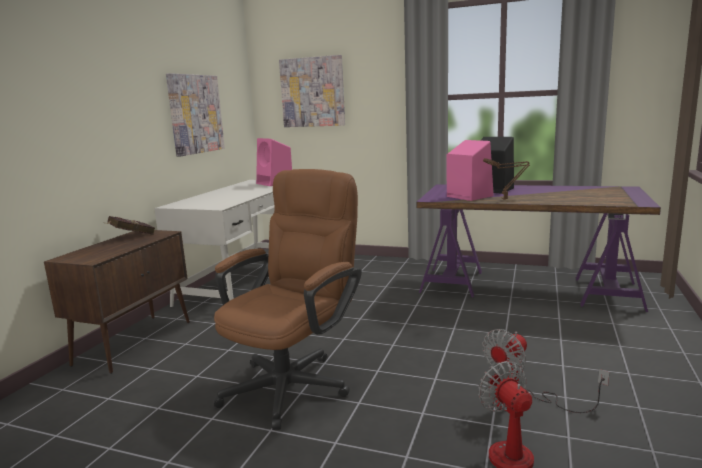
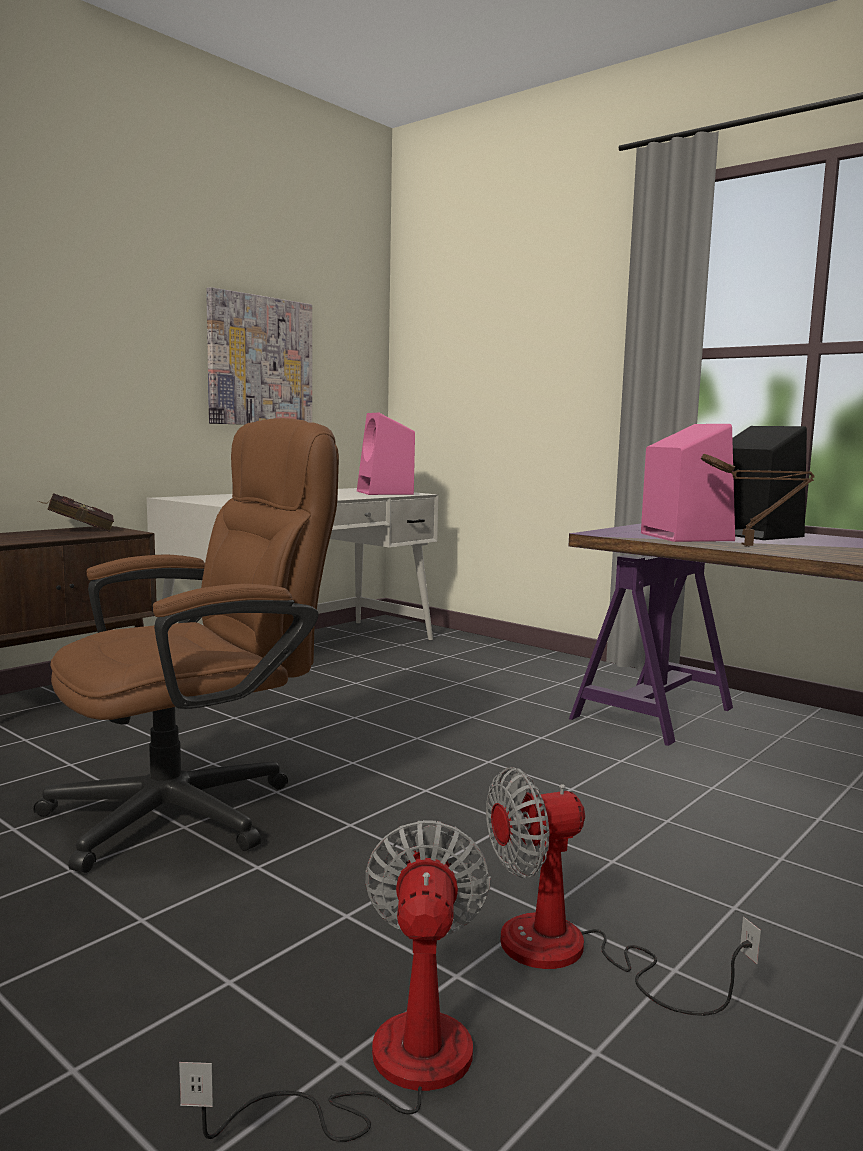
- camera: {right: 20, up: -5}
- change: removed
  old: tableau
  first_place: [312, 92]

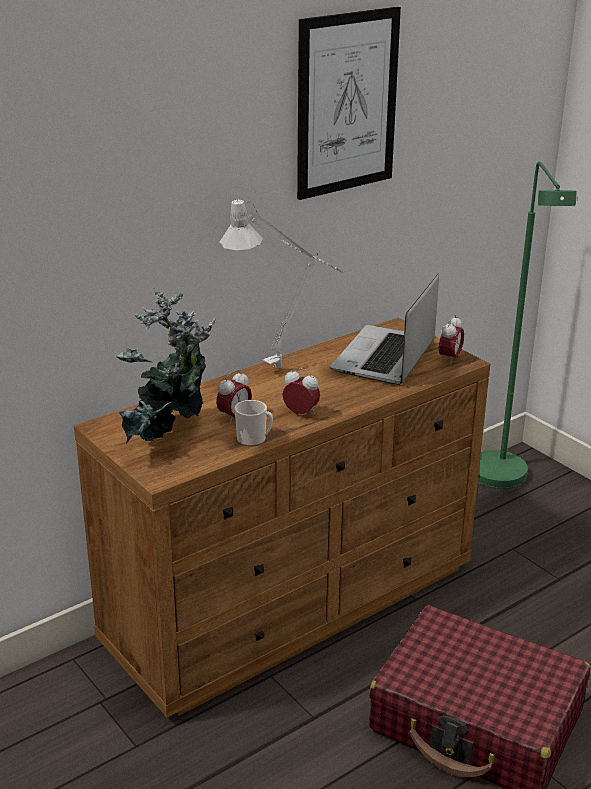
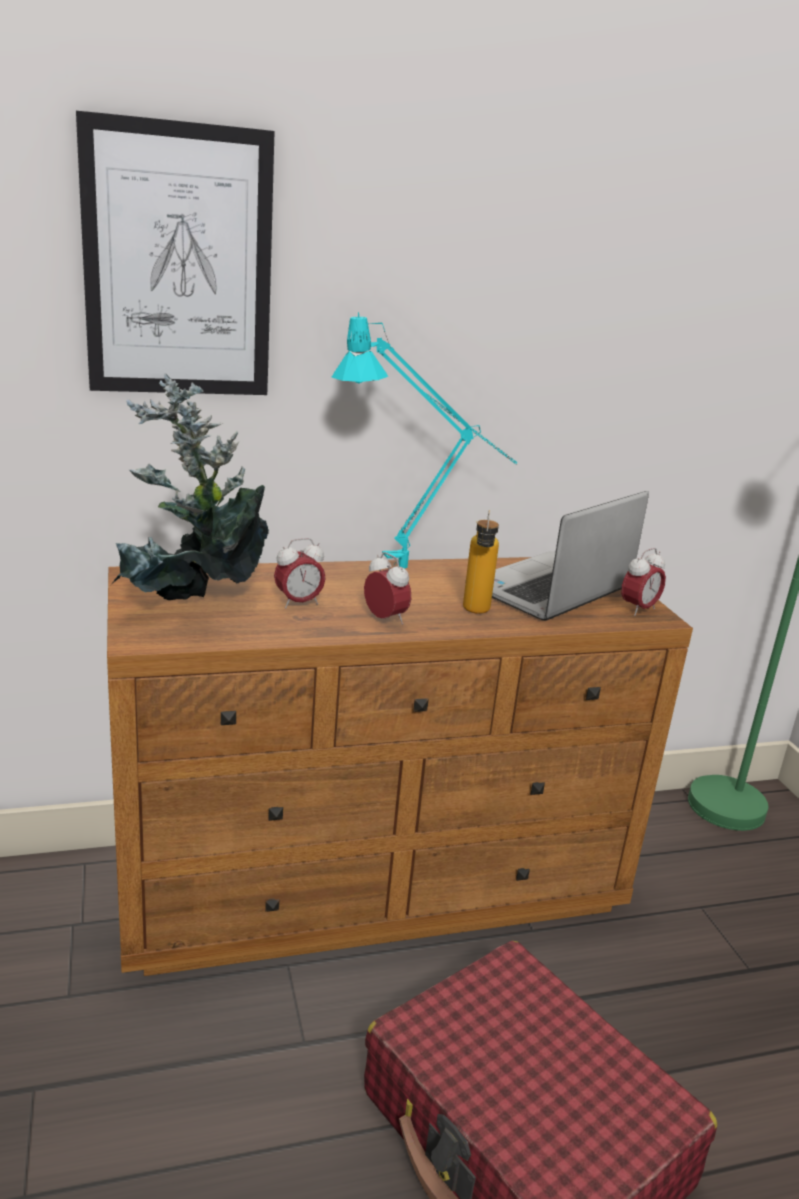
- camera: {right: 20, up: -5}
- change: moved
  old: tableau
  first_place: [347, 103]
  second_place: [179, 263]
- change: recoloured
  old: lampe de table [gris]
  new: lampe de table [turquoise]
  first_place: [286, 367]
  second_place: [414, 570]
- change: removed
  old: mug
  first_place: [254, 440]
- change: added
  new: bouteille
  second_place: [476, 613]

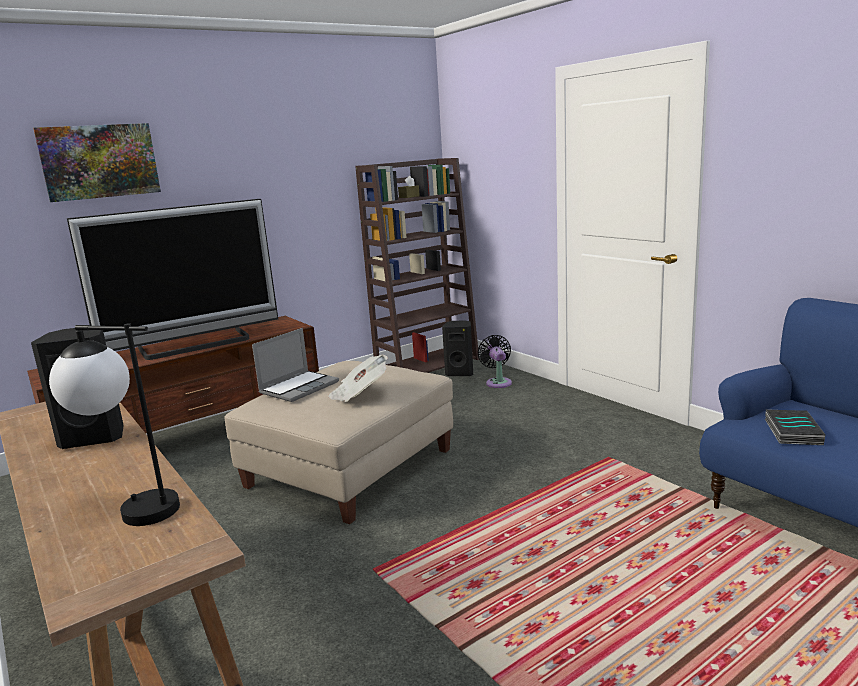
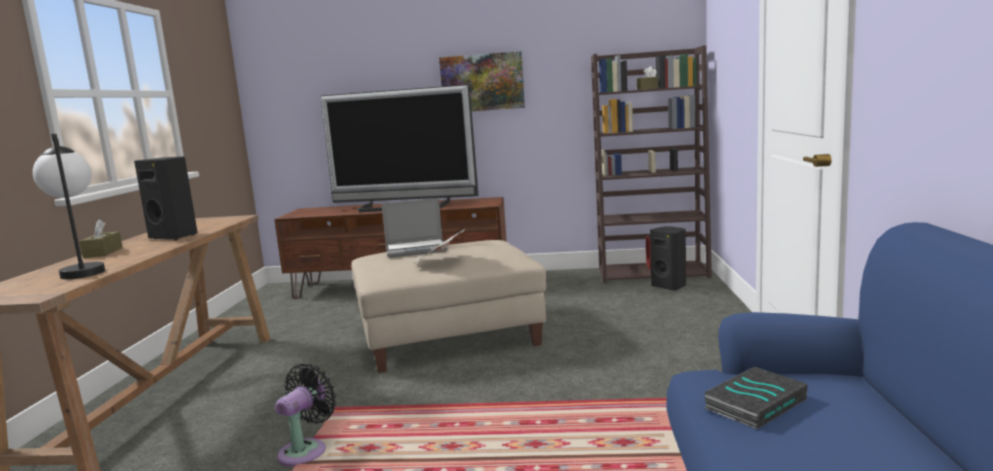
- camera: {right: 40, up: -5}
- change: moved
  old: tableau
  first_place: [99, 161]
  second_place: [482, 82]
- change: moved
  old: ventilateur [noir]
  first_place: [498, 382]
  second_place: [306, 450]
- change: added
  new: boîte à mouchoirs [marron]
  second_place: [103, 252]

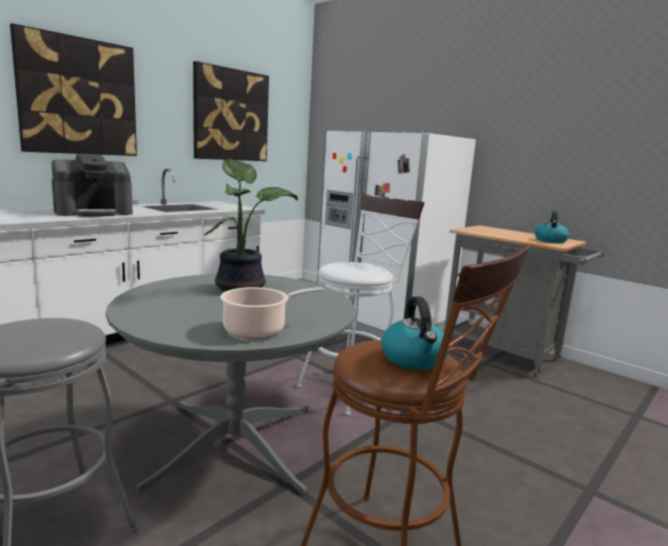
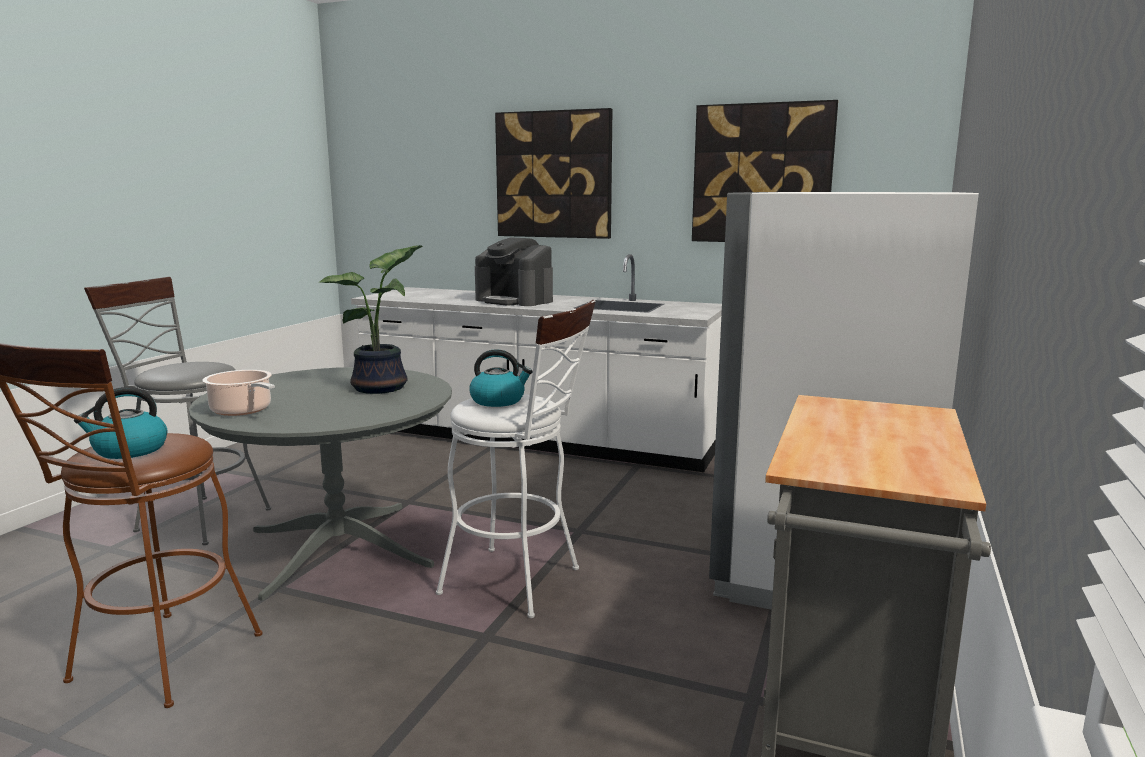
- camera: {right: 70, up: 0}
- change: moved
  old: bouilloire
  first_place: [550, 240]
  second_place: [498, 401]

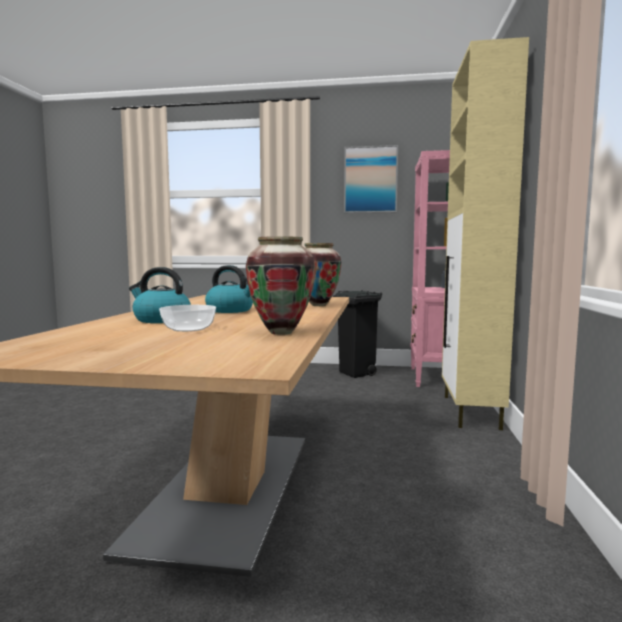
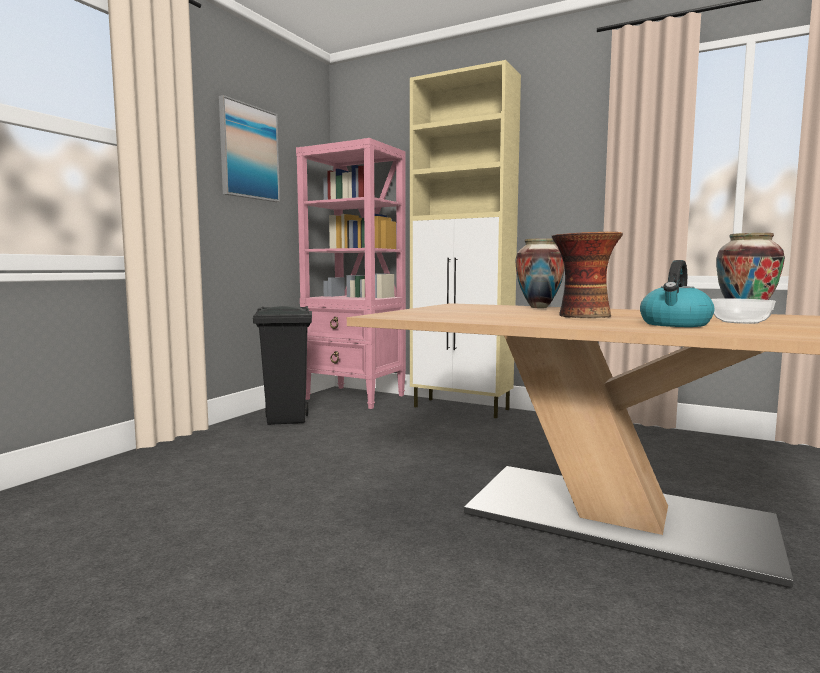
- camera: {right: -70, up: 0}
- change: replaced
  old: bouilloire
  new: vase
  first_place: [230, 310]
  second_place: [582, 316]

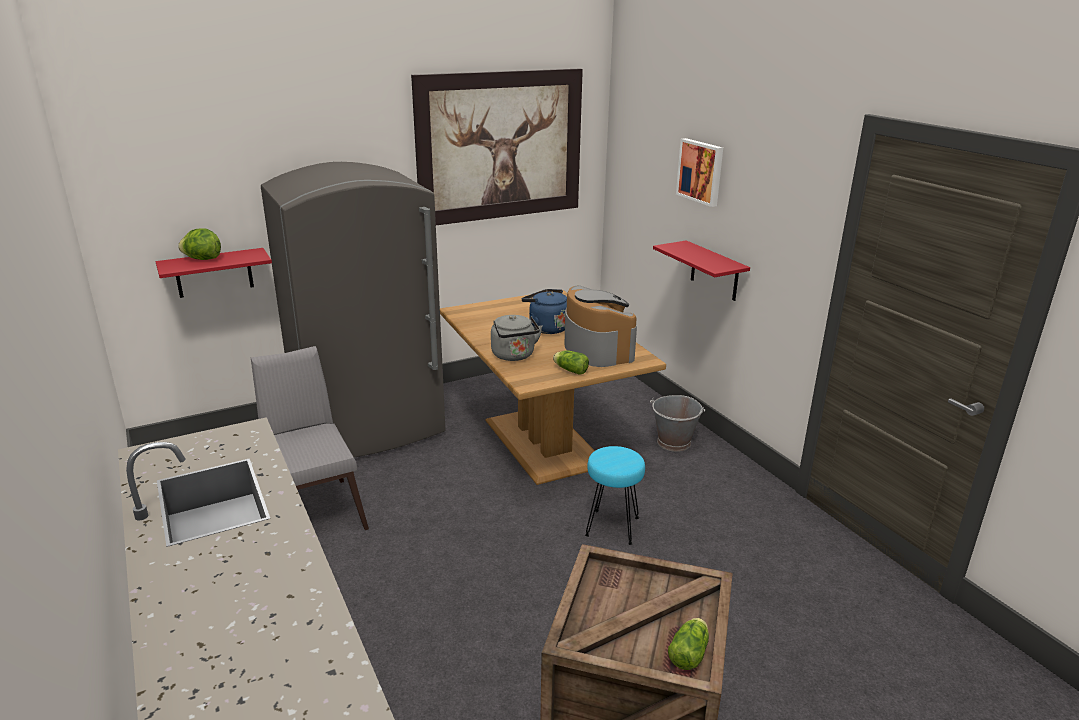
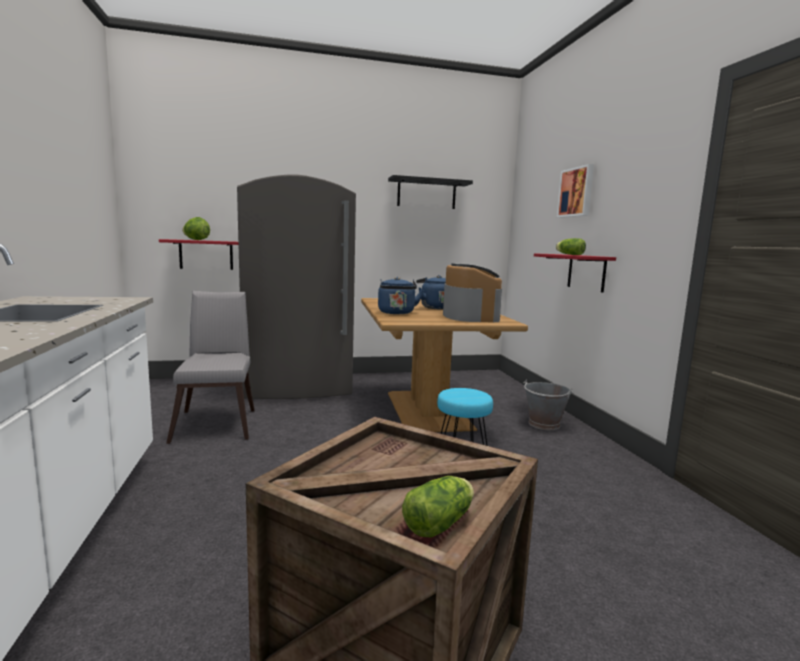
- camera: {right: 15, up: -15}
- change: replaced
  old: tableau
  new: étagère [noir]
  first_place: [500, 146]
  second_place: [426, 194]
- change: recoloured
  old: bouilloire [gris]
  new: bouilloire [bleu]
  first_place: [514, 356]
  second_place: [396, 313]
- change: moved
  old: laitue
  first_place: [570, 370]
  second_place: [569, 254]

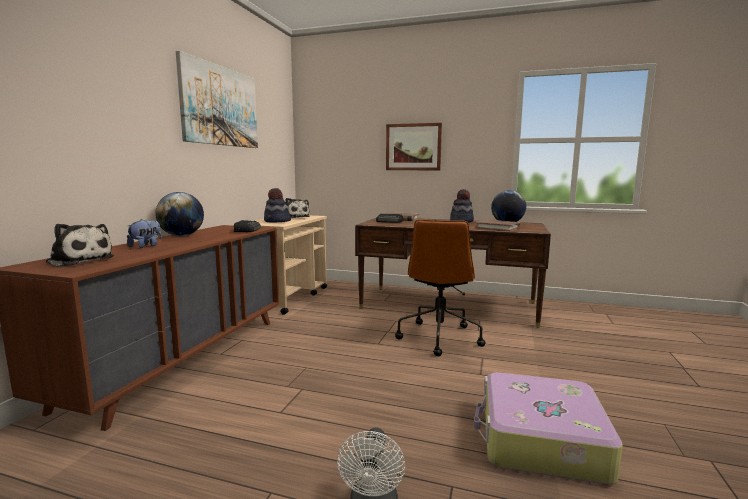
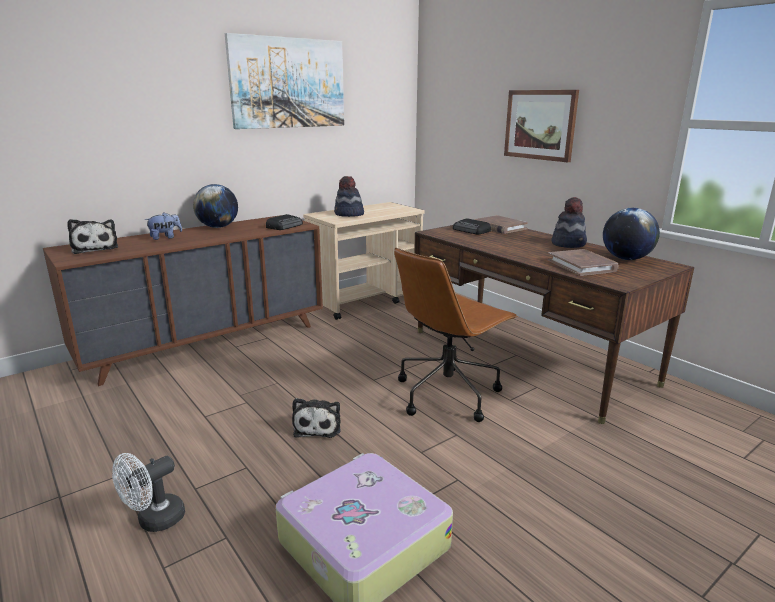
- camera: {right: 35, up: 10}
- change: moved
  old: peluche
  first_place: [295, 217]
  second_place: [318, 426]

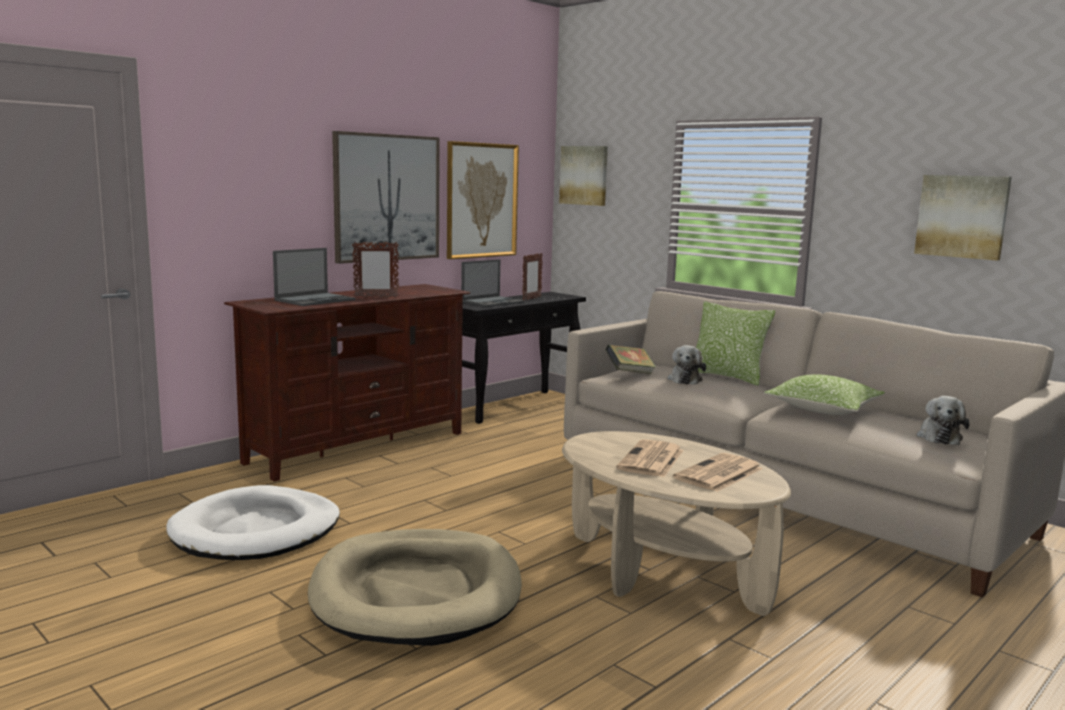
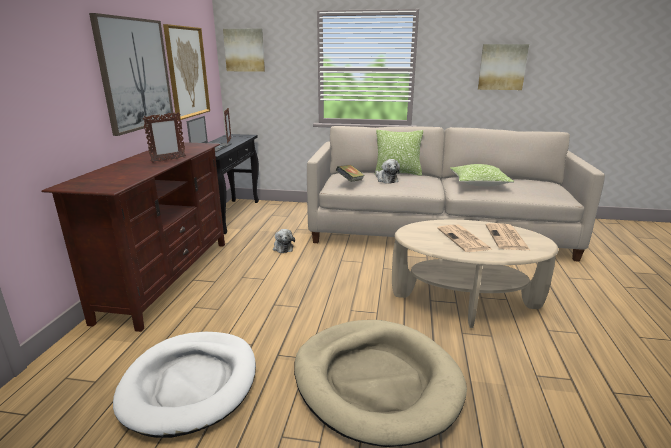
- camera: {right: -35, up: 10}
- change: removed
  old: ordinateur portable
  first_place: [315, 300]
- change: moved
  old: peluche
  first_place: [939, 437]
  second_place: [283, 247]

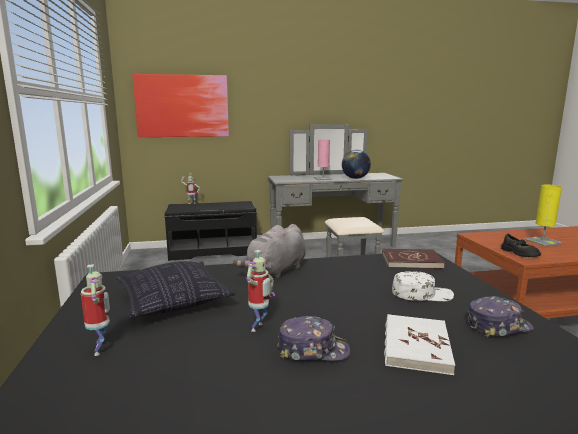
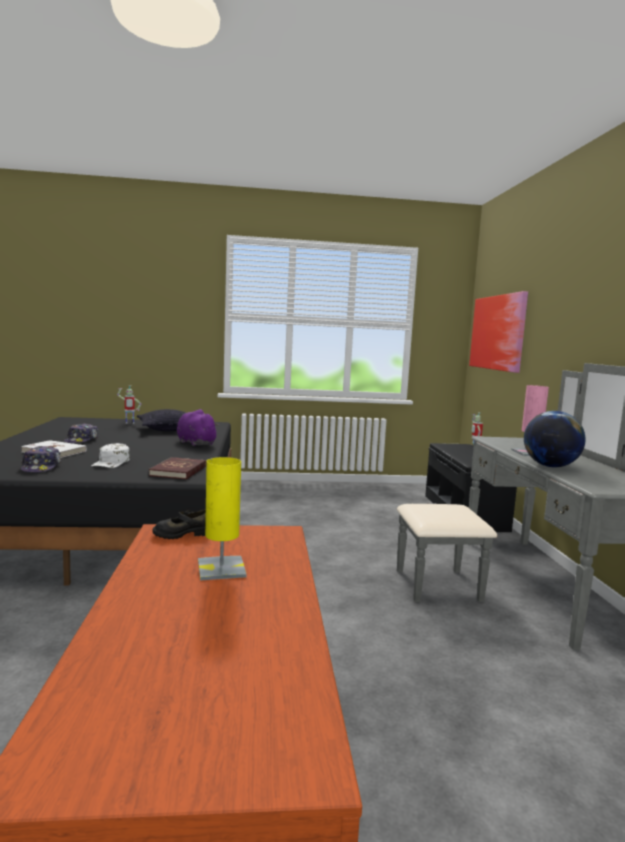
- camera: {right: 95, up: -5}
- change: recoloured
  old: peluche [gris]
  new: peluche [violet]
  first_place: [275, 271]
  second_place: [195, 443]
- change: removed
  old: robot jouet
  first_place: [259, 328]

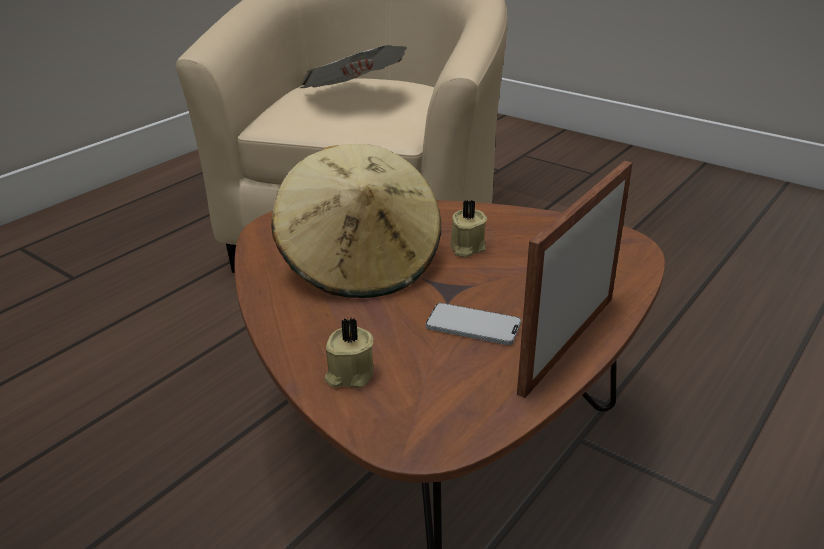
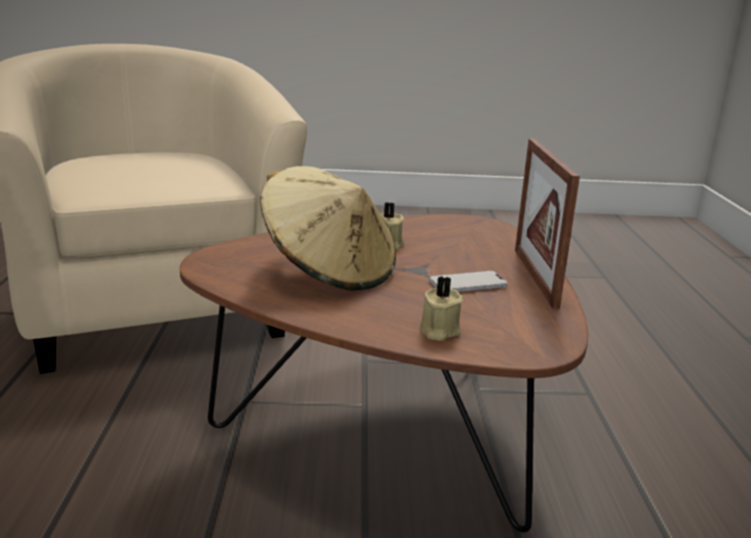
- camera: {right: -40, up: -10}
- change: removed
  old: journal
  first_place: [353, 98]

